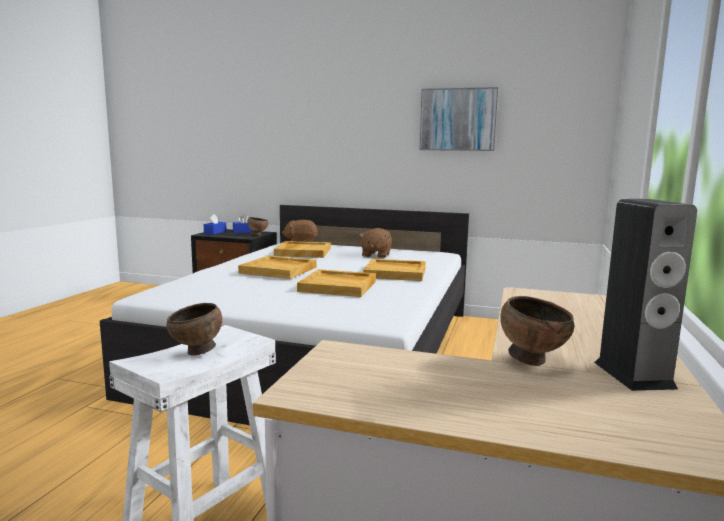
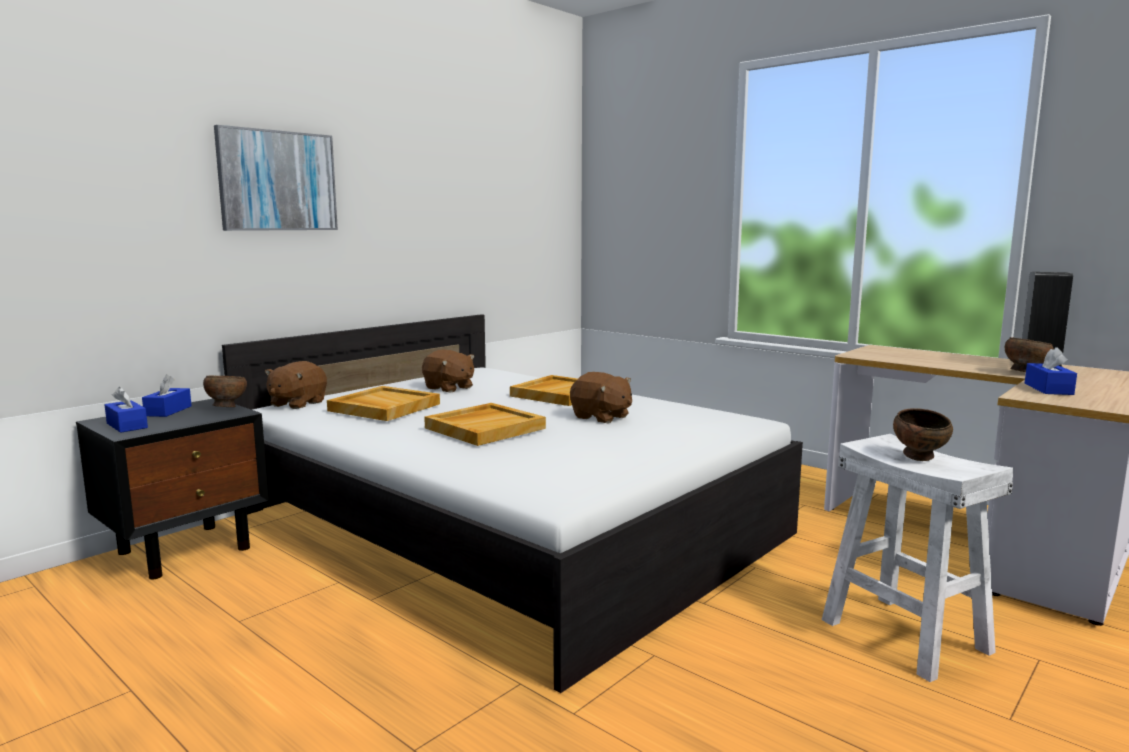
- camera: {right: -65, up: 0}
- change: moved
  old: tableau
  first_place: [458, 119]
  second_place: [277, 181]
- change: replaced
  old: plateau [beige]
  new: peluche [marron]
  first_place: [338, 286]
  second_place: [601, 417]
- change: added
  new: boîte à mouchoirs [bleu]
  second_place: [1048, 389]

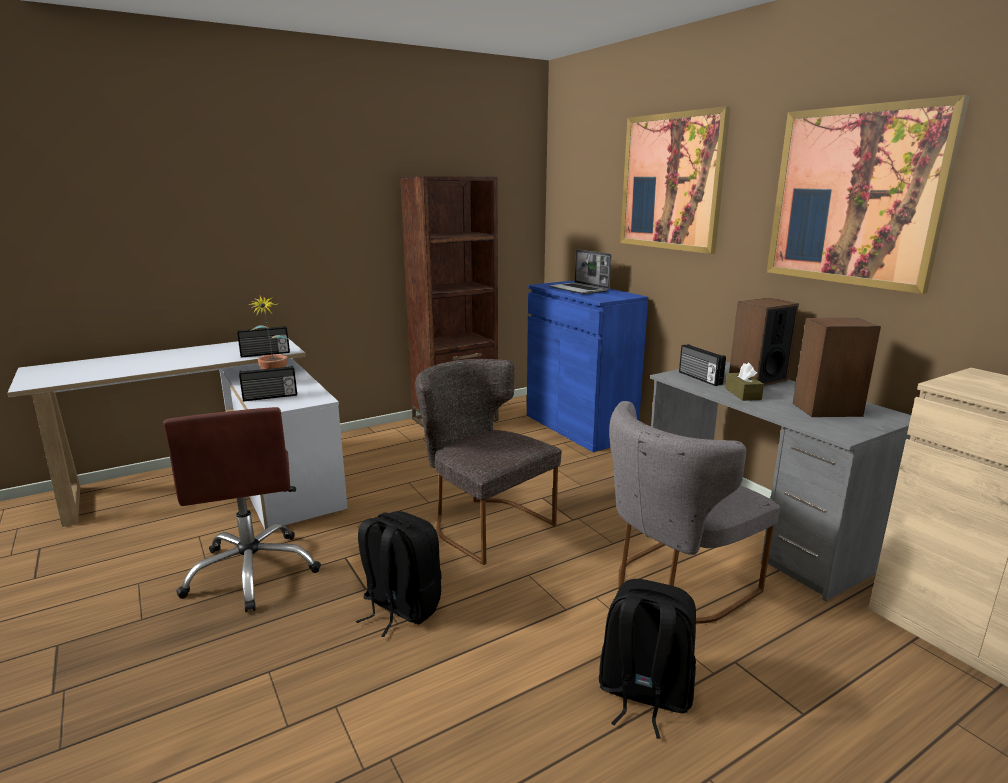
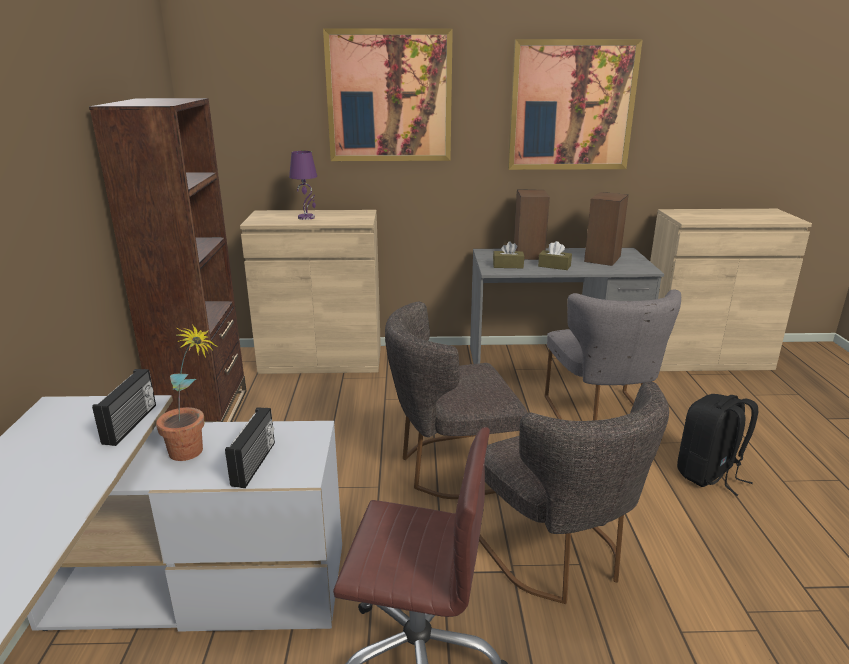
- camera: {right: -60, up: 5}
- change: replaced
  old: ordinateur portable
  new: lampe de table [violet]
  first_place: [580, 289]
  second_place: [306, 217]
- change: recoloured
  old: meuble de rangement [bleu]
  new: meuble de rangement [beige]
  first_place: [579, 427]
  second_place: [321, 360]
- change: replaced
  old: radio
  new: boîte à mouchoirs [marron]
  first_place: [699, 378]
  second_place: [508, 265]
- change: replaced
  old: sac à dos [noir]
  new: chaise [gris]
  first_place: [400, 608]
  second_place: [558, 556]

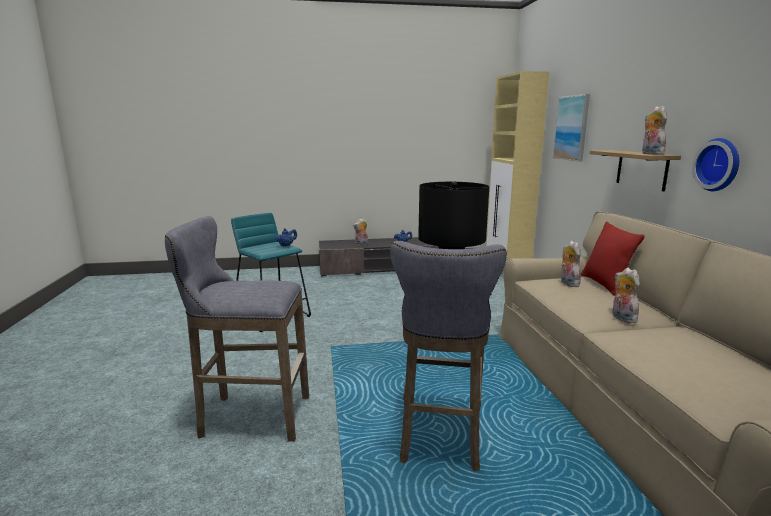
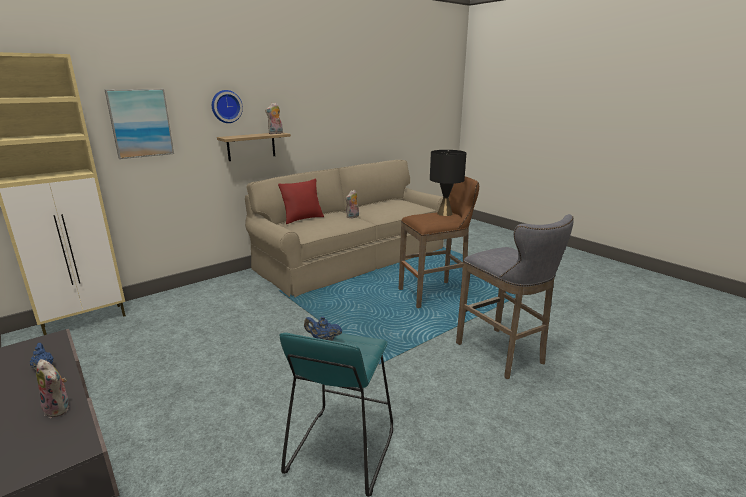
- camera: {right: -120, up: 5}
- change: moved
  old: horloge murale
  first_place: [719, 164]
  second_place: [226, 106]
- change: recoloured
  old: tabouret [gris]
  new: tabouret [marron]
  first_place: [441, 438]
  second_place: [435, 293]
- change: removed
  old: peluche
  first_place: [567, 283]

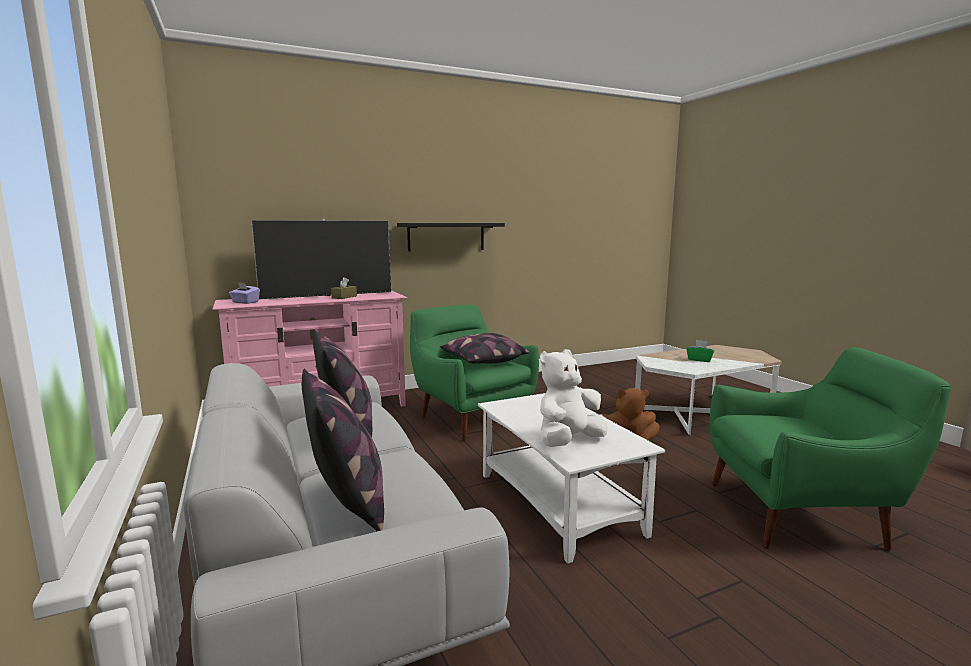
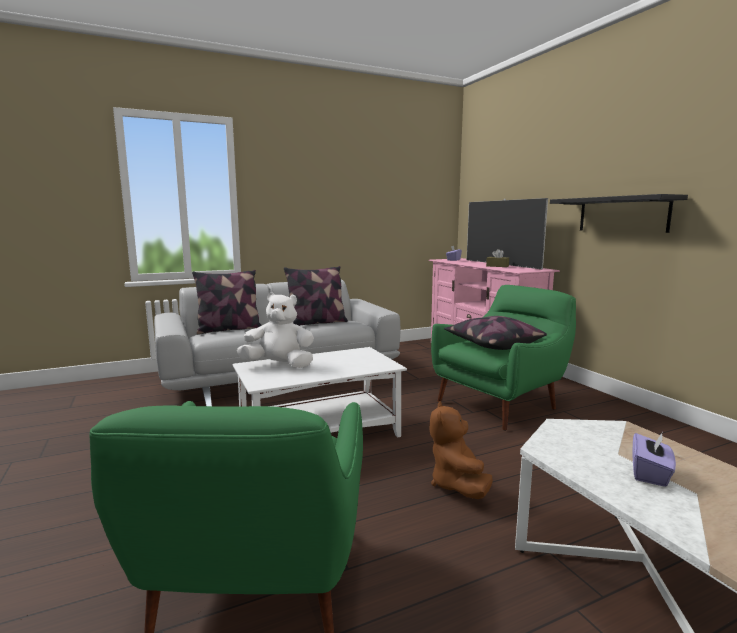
- camera: {right: 90, up: 0}
- change: recoloured
  old: boîte à mouchoirs [vert]
  new: boîte à mouchoirs [violet]
  first_place: [699, 360]
  second_place: [650, 474]
- change: turned
  old: peluche [blanc]
  first_place: [568, 441]
  second_place: [279, 365]
  degrees: -45

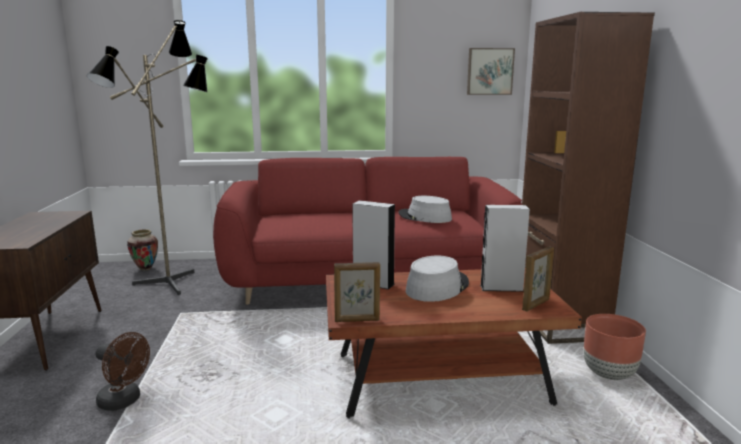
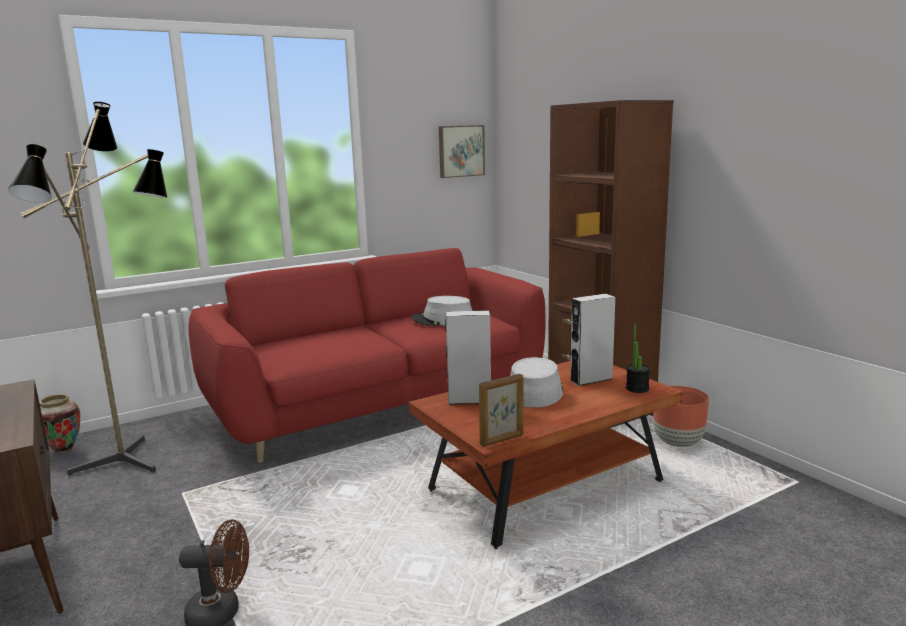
- camera: {right: -25, up: 0}
- change: replaced
  old: cadre photo
  new: plante en pot
  first_place: [536, 304]
  second_place: [637, 388]

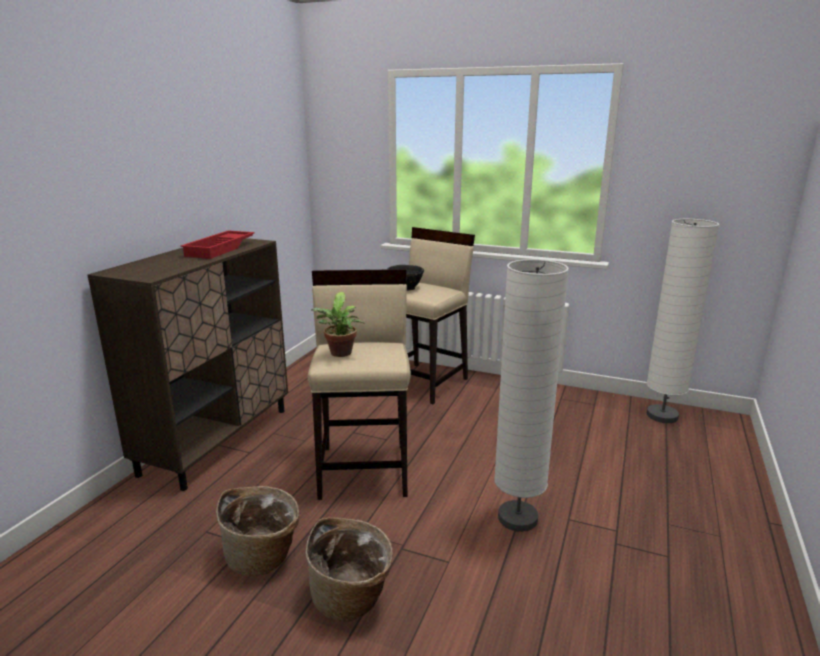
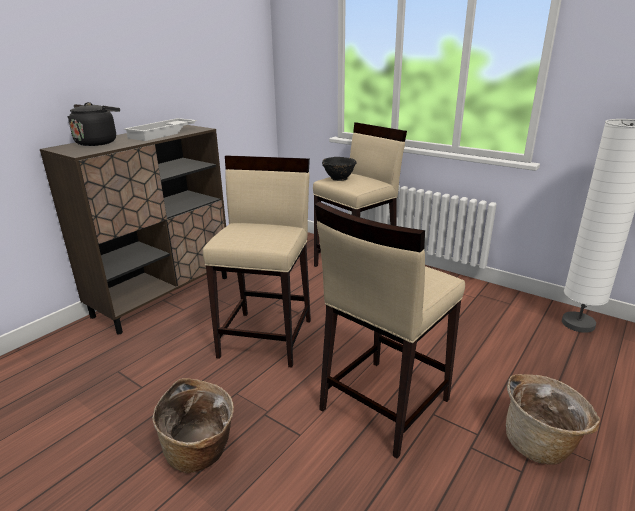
- camera: {right: 15, up: 5}
- change: recoloured
  old: plateau [rouge]
  new: plateau [blanc]
  first_place: [221, 249]
  second_place: [163, 134]
- change: replaced
  old: lampadaire [blanc]
  new: tabouret [beige]
  first_place: [517, 518]
  second_place: [383, 404]
- change: removed
  old: plante en pot
  first_place: [340, 354]
- change: moved
  old: panier
  first_place: [263, 556]
  second_place: [541, 443]
- change: added
  new: bouilloire [noir]
  second_place: [98, 142]

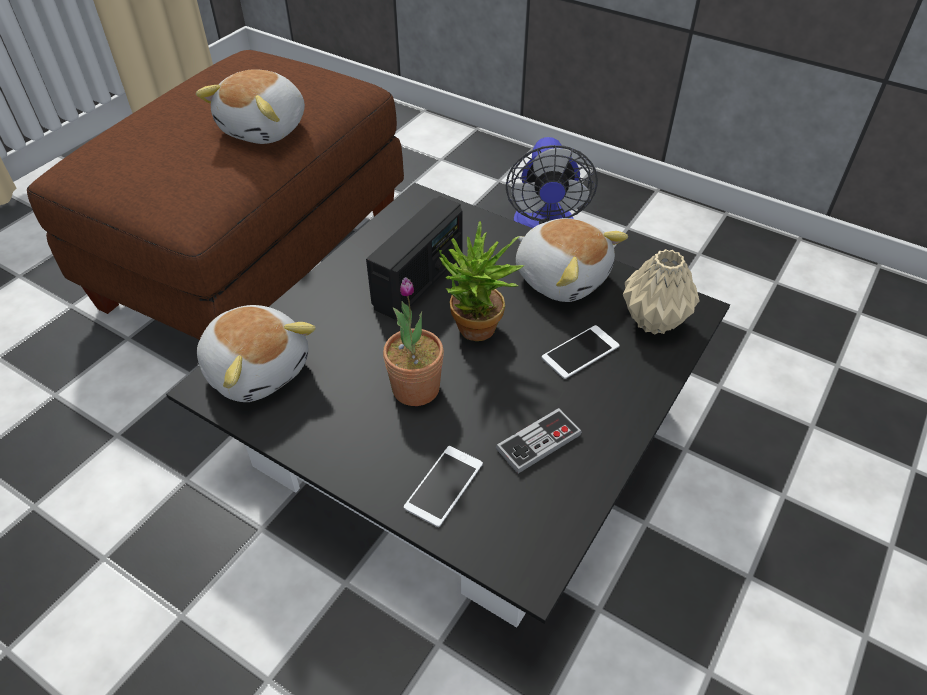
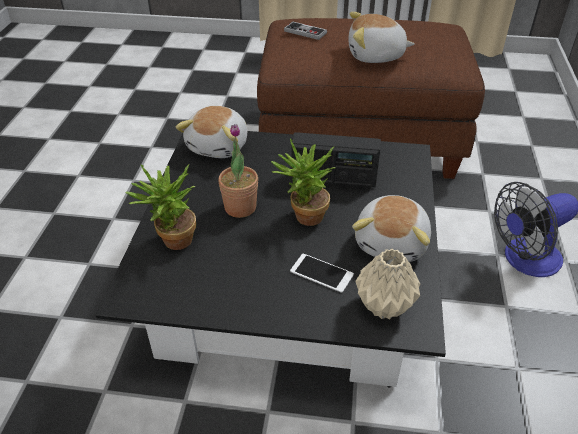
- camera: {right: 65, up: -5}
- change: moved
  old: manette
  first_place: [538, 442]
  second_place: [305, 32]
- change: replaced
  old: téléphone
  new: plante en pot
  first_place: [444, 485]
  second_place: [172, 243]

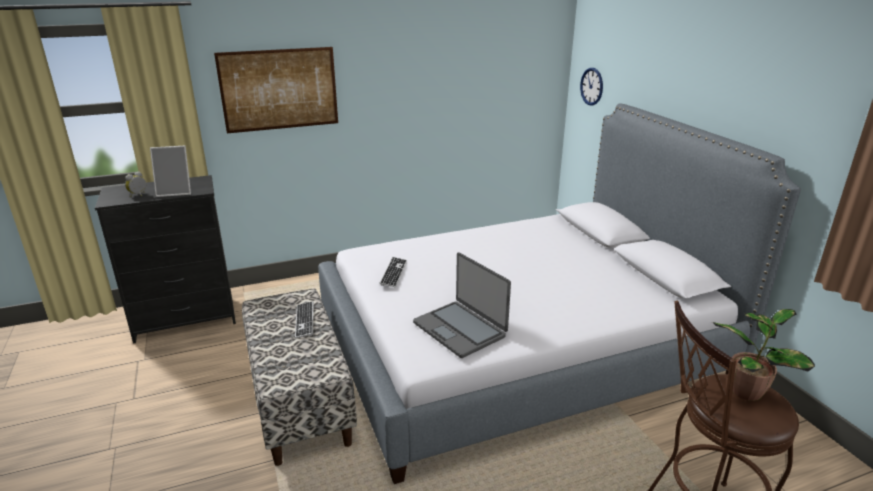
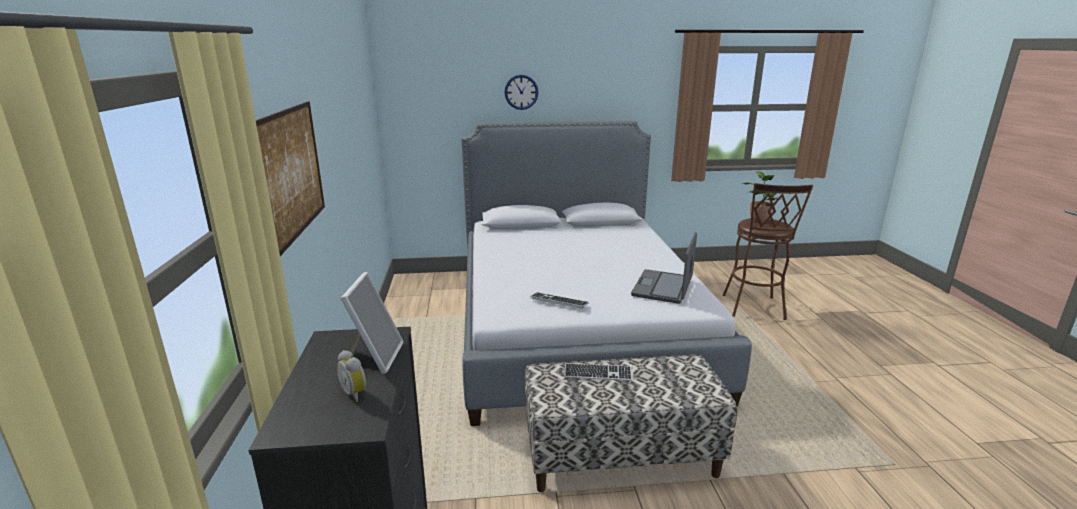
- camera: {right: -75, up: -5}
- change: moved
  old: horloge murale
  first_place: [591, 86]
  second_place: [521, 92]
- change: turned
  old: ordinateur portable
  first_place: [460, 329]
  second_place: [663, 287]
  degrees: 135

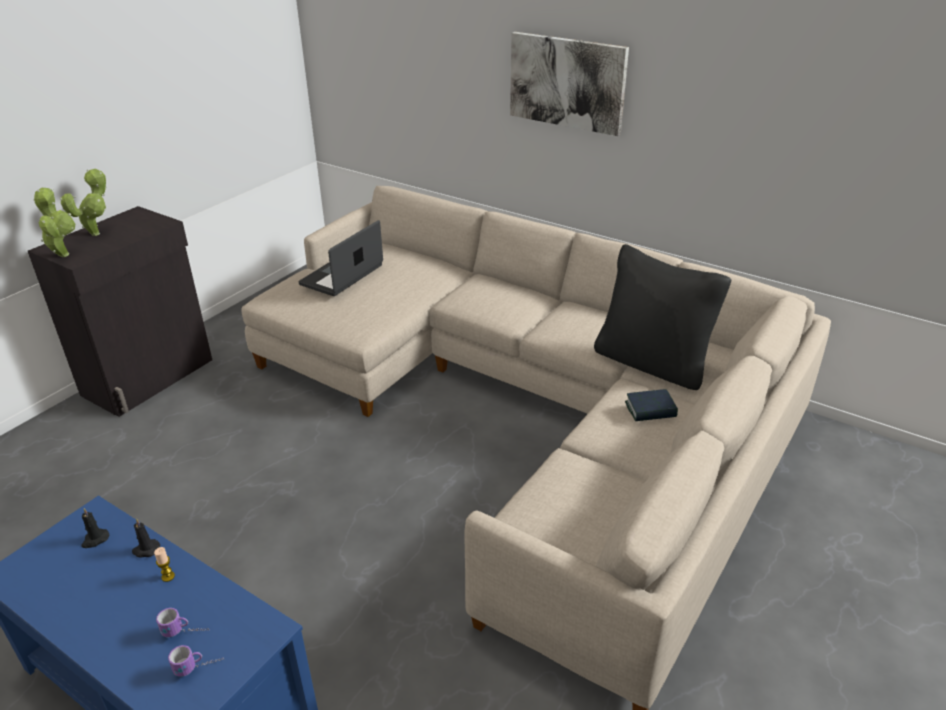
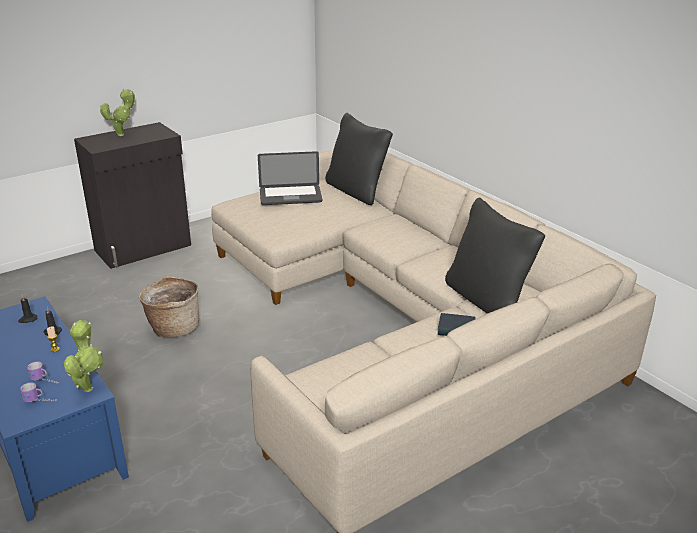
- camera: {right: 20, up: -5}
- change: removed
  old: tableau
  first_place: [567, 82]
- change: moved
  old: plante en pot
  first_place: [63, 254]
  second_place: [88, 387]
- change: turned
  old: ordinateur portable
  first_place: [342, 275]
  second_place: [290, 196]
  degrees: -150
- change: added
  new: coussin [noir]
  second_place: [356, 191]
- change: added
  new: panier
  second_place: [173, 327]

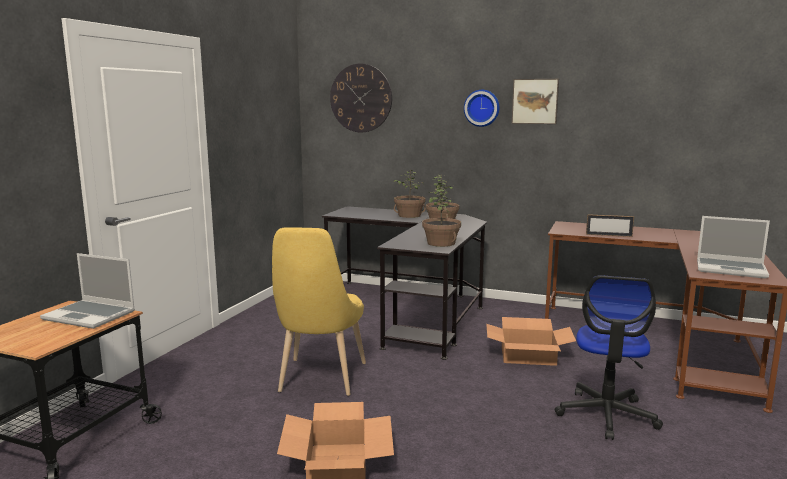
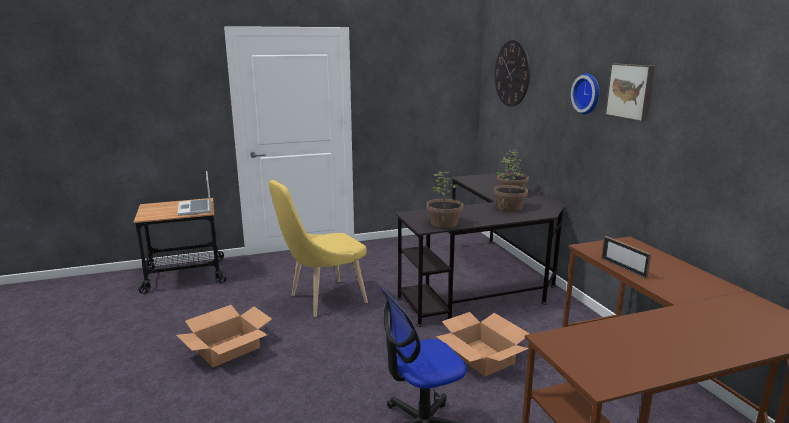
- camera: {right: 50, up: 5}
- change: removed
  old: ordinateur portable
  first_place: [731, 269]

